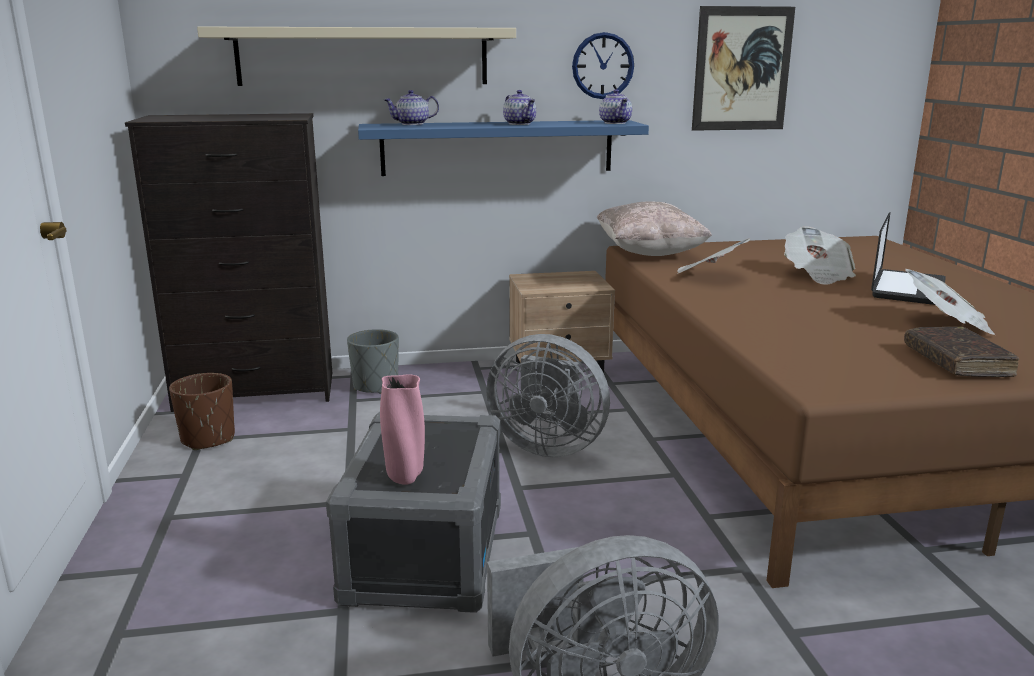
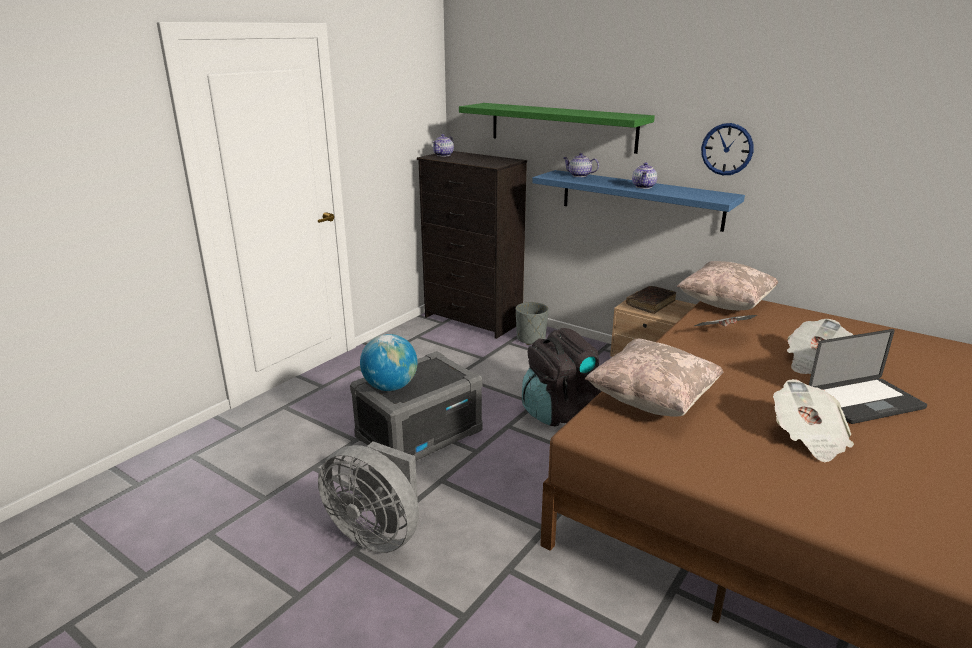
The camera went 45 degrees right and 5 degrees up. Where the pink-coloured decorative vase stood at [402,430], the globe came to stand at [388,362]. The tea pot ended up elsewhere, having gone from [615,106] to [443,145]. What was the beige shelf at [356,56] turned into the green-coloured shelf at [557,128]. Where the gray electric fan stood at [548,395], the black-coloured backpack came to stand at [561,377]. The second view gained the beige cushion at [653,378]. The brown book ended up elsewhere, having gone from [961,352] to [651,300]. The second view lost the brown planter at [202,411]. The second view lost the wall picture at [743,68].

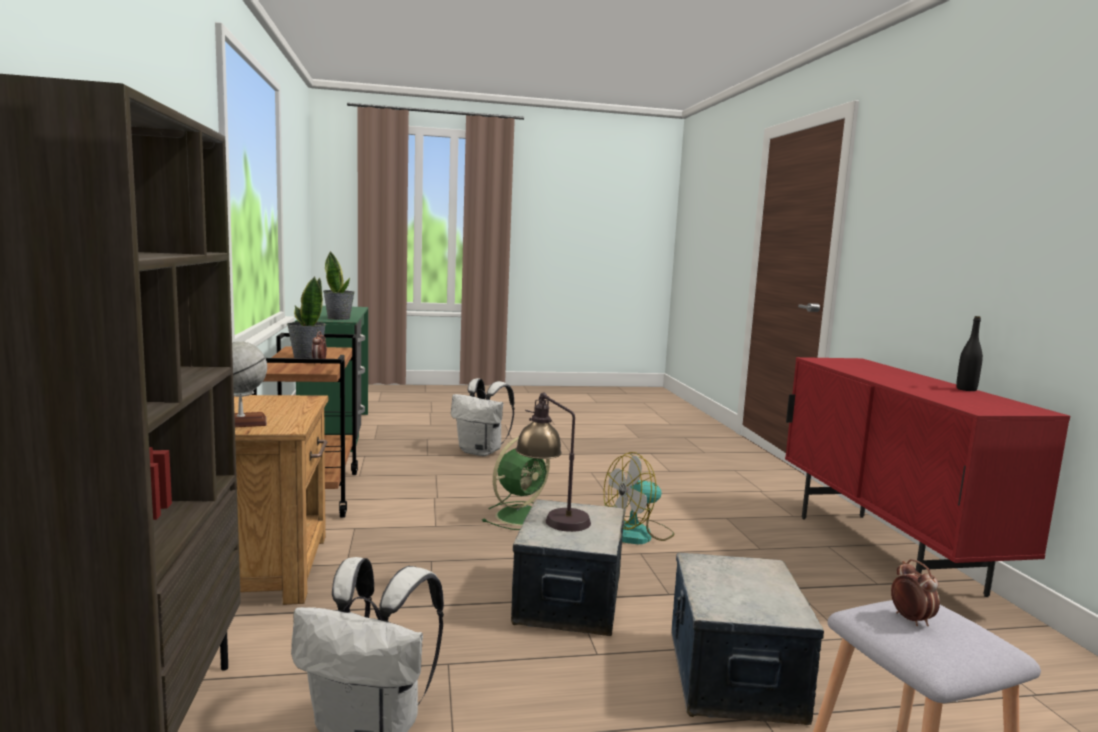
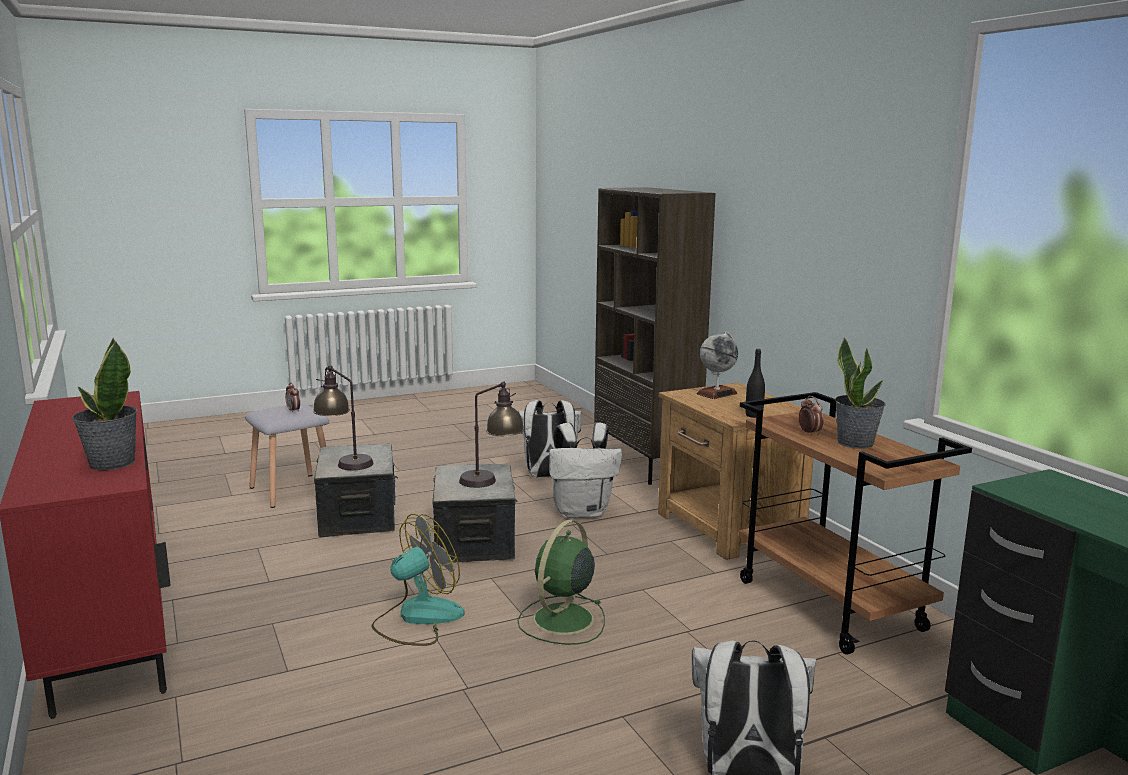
The camera went 165 degrees right and 5 degrees up. The plant in a pot ended up elsewhere, having gone from [339,285] to [104,404]. The second view gained the tabletop lamp at [343,417]. The second view gained the white backpack at [585,470]. The black-coloured bottle ended up elsewhere, having gone from [969,353] to [755,383].

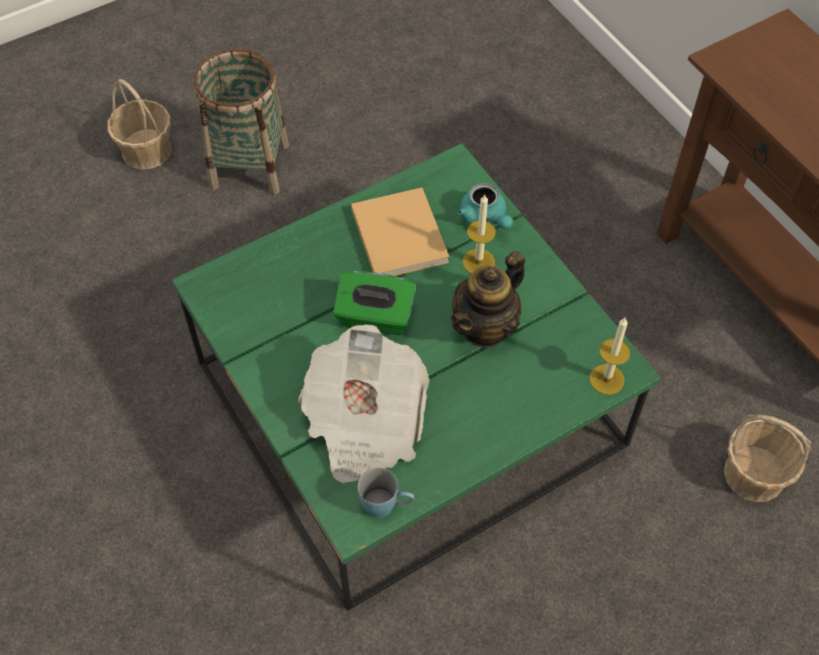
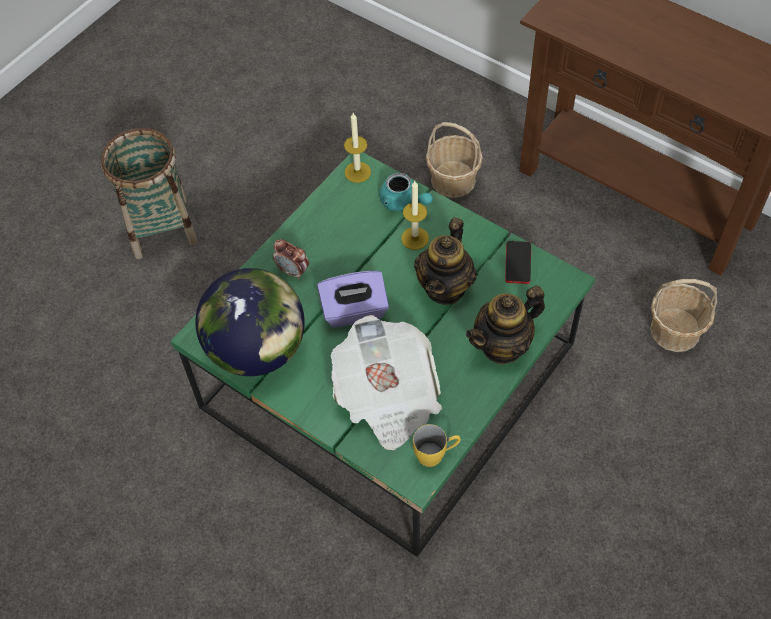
The camera went 20 degrees left and 0 degrees up. The second view gained the globe at [250,322]. The second view gained the bedside clock at [291,259]. What was the green-coloured tissue holder at [374,303] turned into the purplish tissue holder at [353,299]. The wax candle ended up elsewhere, having gone from [610,356] to [357,148]. What was the blue-coloured tea mug at [385,493] turned into the yellow-coloured tea mug at [437,445]. The storage basket ended up elsewhere, having gone from [139,124] to [454,160]. The second view gained the tea pot at [505,325]. The second view gained the telephone at [518,262]. The second view lost the beige book at [400,232].

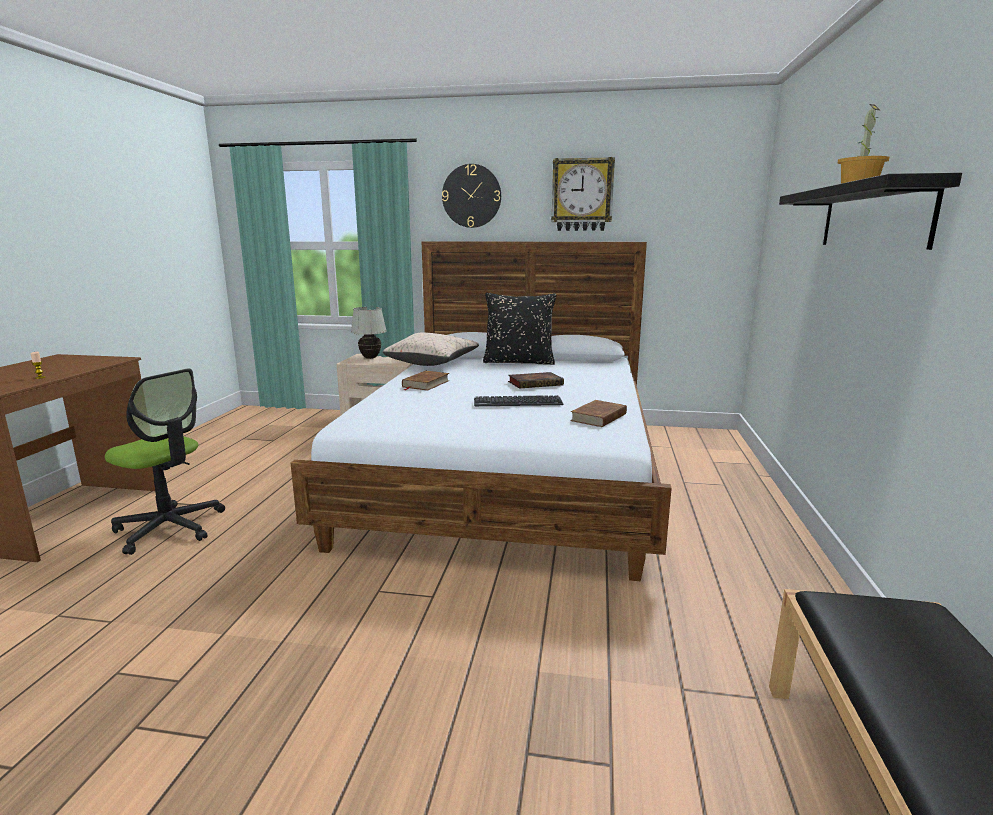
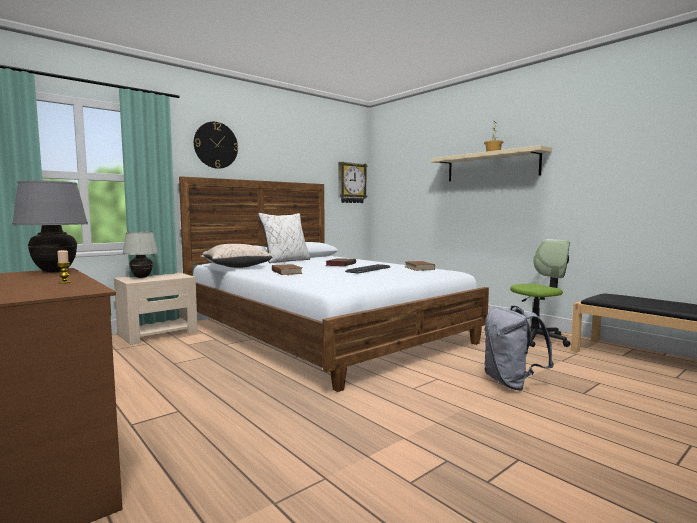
The camera went 50 degrees left and 10 degrees down. The second view gained the gray tabletop lamp at [50,226]. What was the black-coloured cushion at [520,329] turned into the white cushion at [284,238]. The hanging clock ended up elsewhere, having gone from [583,194] to [353,182]. What was the black-coloured shelf at [870,211] turned into the beige shelf at [491,163]. The second view gained the gray backpack at [519,348]. The desk chair ended up elsewhere, having gone from [165,461] to [540,293].

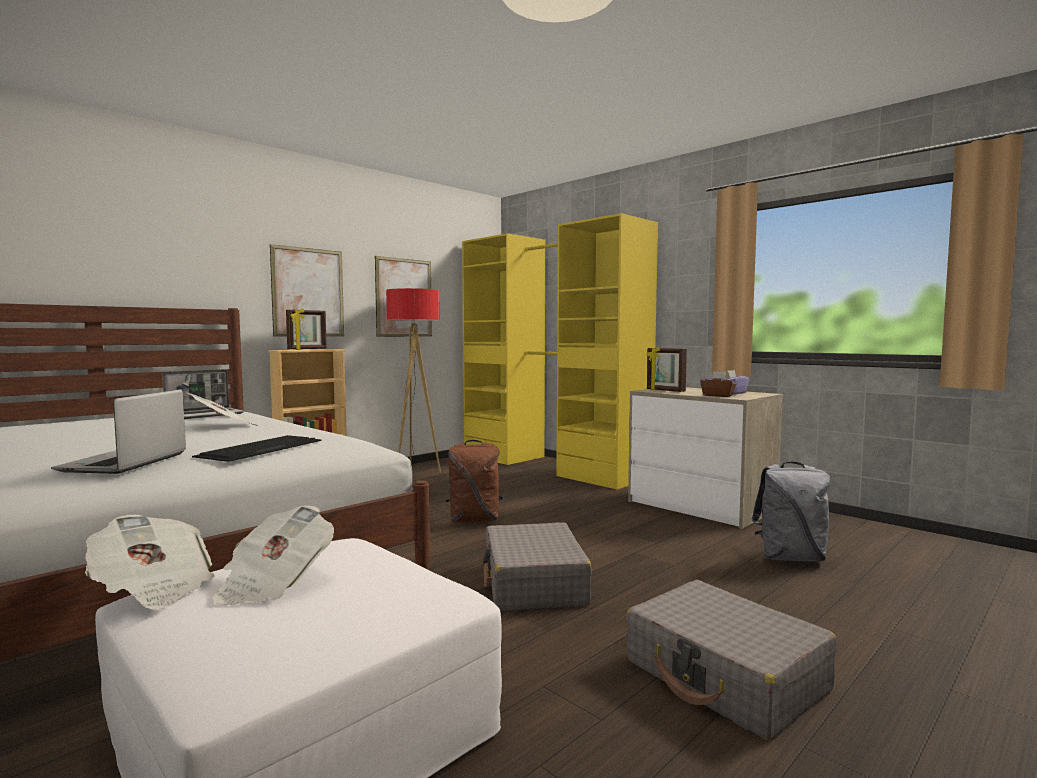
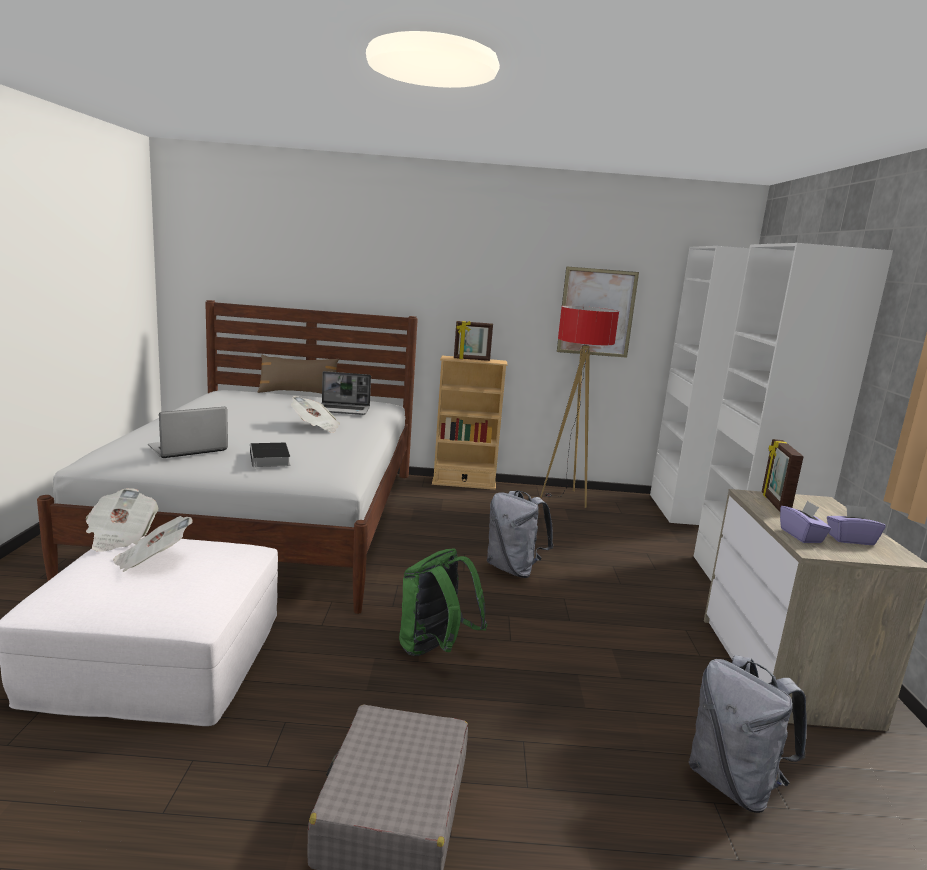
The camera went 45 degrees right and 10 degrees up. Where the keyboard stood at [257,448], the book came to stand at [270,456]. The second view gained the brown cushion at [298,374]. Where the gray suitcase stood at [537,566], the green-coloured backpack came to stand at [443,602]. What was the brown backpack at [474,481] turned into the gray backpack at [520,534]. What was the yellow-coloured armoire at [560,351] turned into the white armoire at [771,411]. What was the brown tissue holder at [718,384] turned into the purplish tissue holder at [806,521]. The second view lost the wall picture at [307,290].

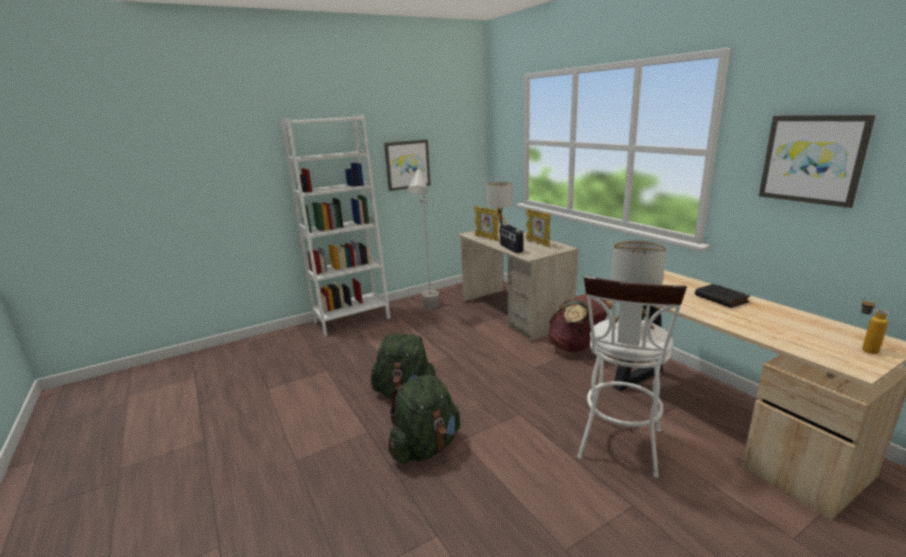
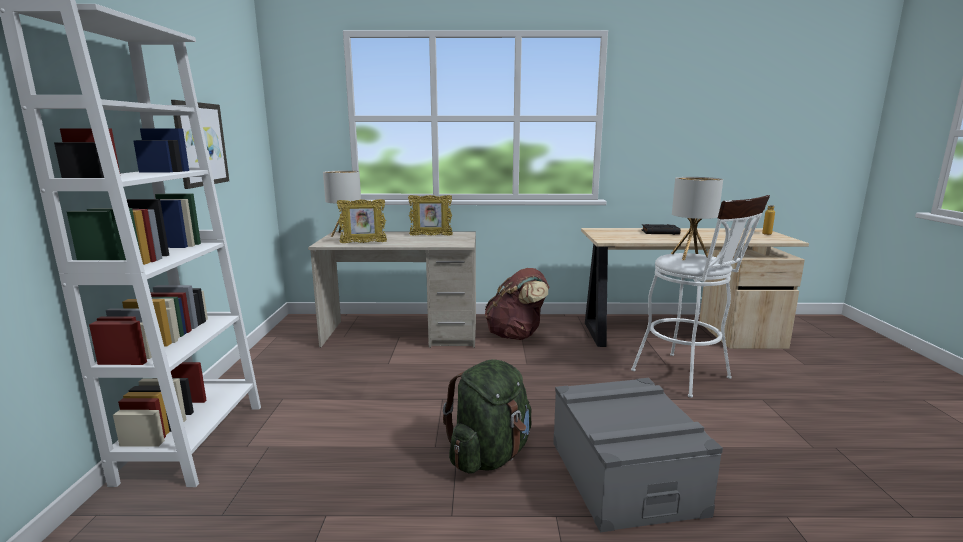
The camera went 60 degrees left and 5 degrees down. Where the green-coloured backpack stood at [424,419], the gray storage container came to stand at [638,455]. The second view lost the gray floor lamp at [423,238]. The second view lost the radio set at [511,238]. The second view lost the wall picture at [817,161].

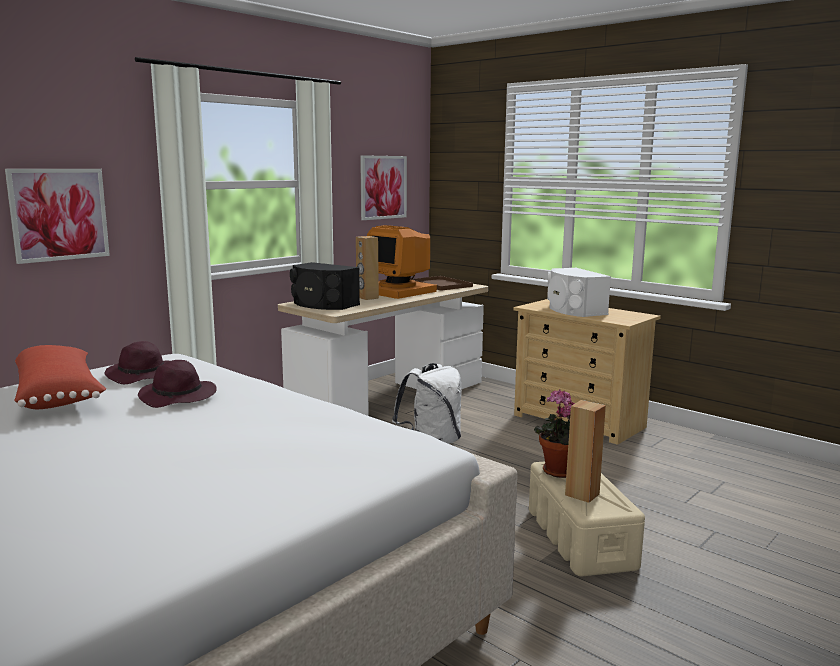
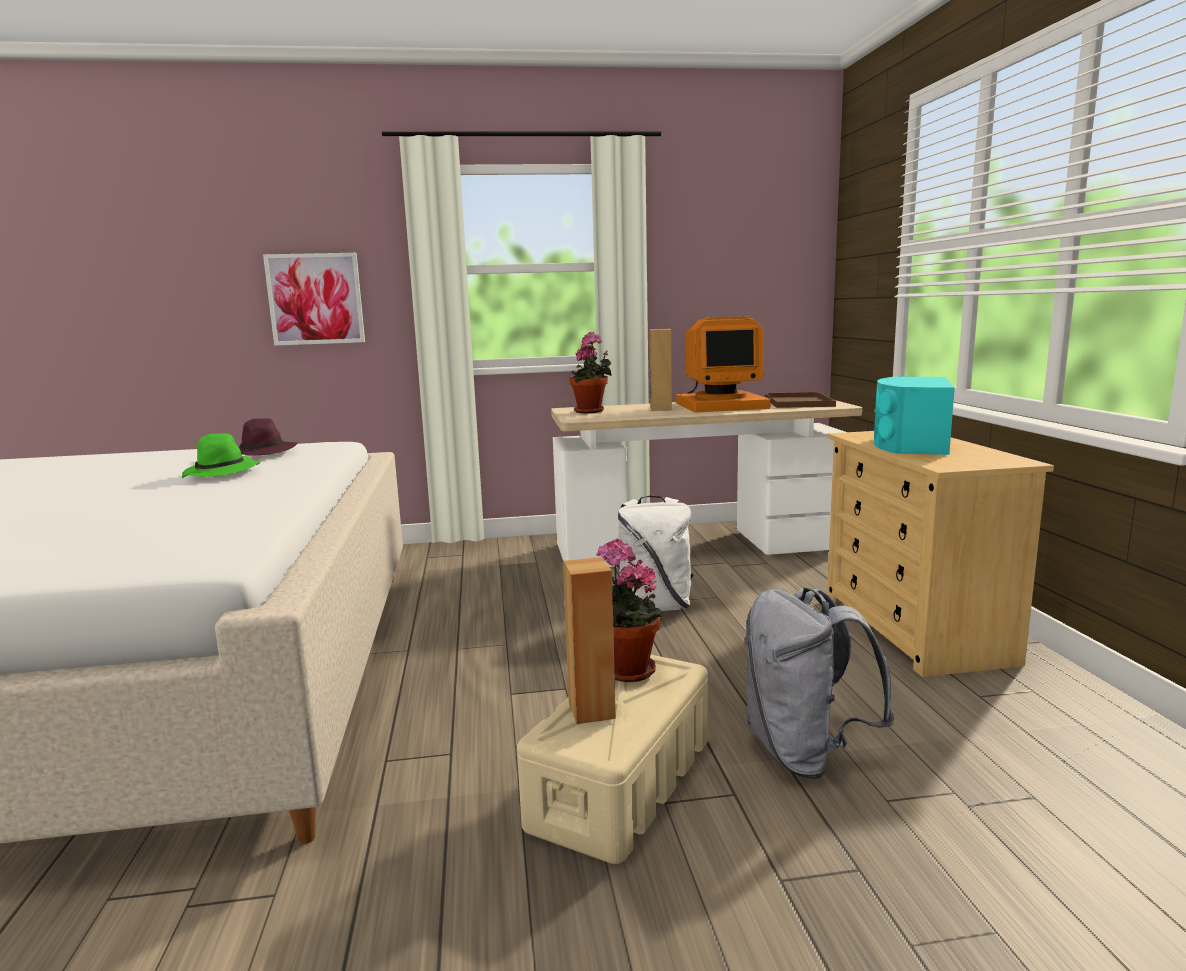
The camera went 40 degrees right and 0 degrees up. What was the purplish hat at [177,384] turned into the green-coloured hat at [221,455]. Where the black-coloured speaker stood at [325,286], the plant in a pot came to stand at [590,372]. The computer screen at [402,262] ended up facing another way, 90 degrees counterclockwise from before. The second view gained the gray backpack at [820,683]. What was the white speaker at [579,292] turned into the blue-green speaker at [914,415]. The second view lost the reddish cushion at [60,377]. The second view lost the wall picture at [383,187].

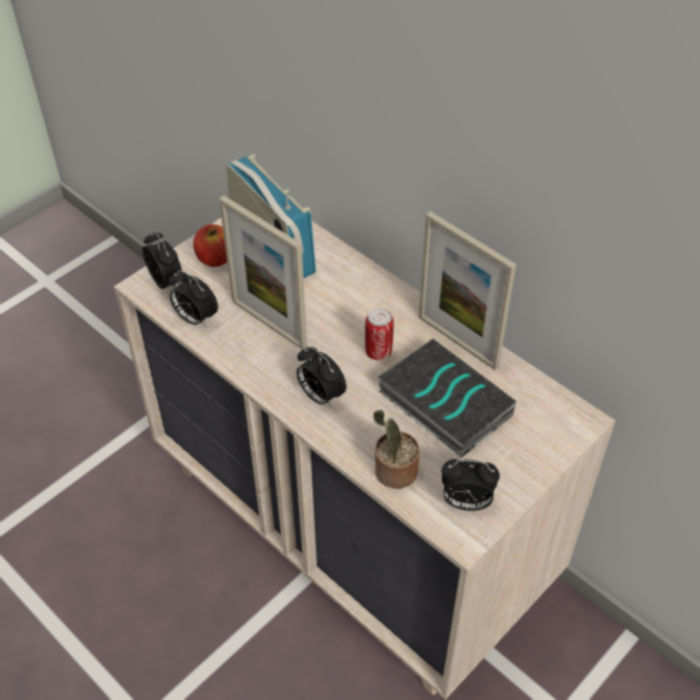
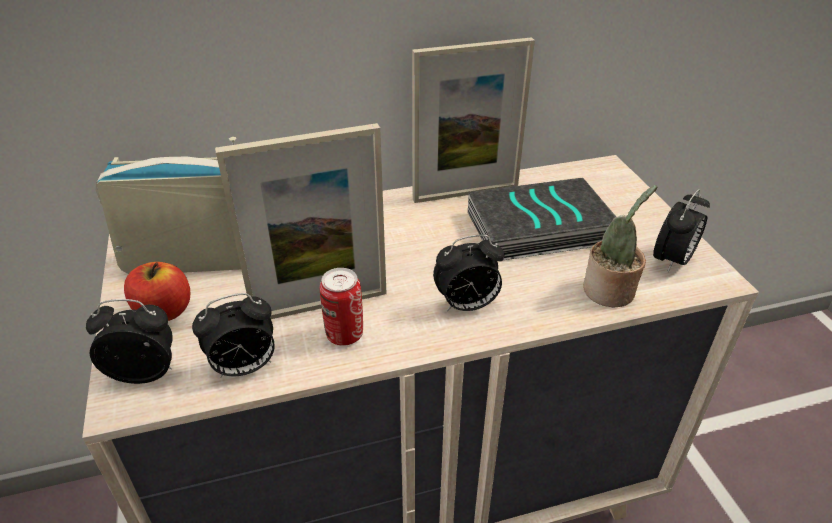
The camera went 60 degrees left and 10 degrees down. The sealed can ended up elsewhere, having gone from [379,334] to [341,307].

